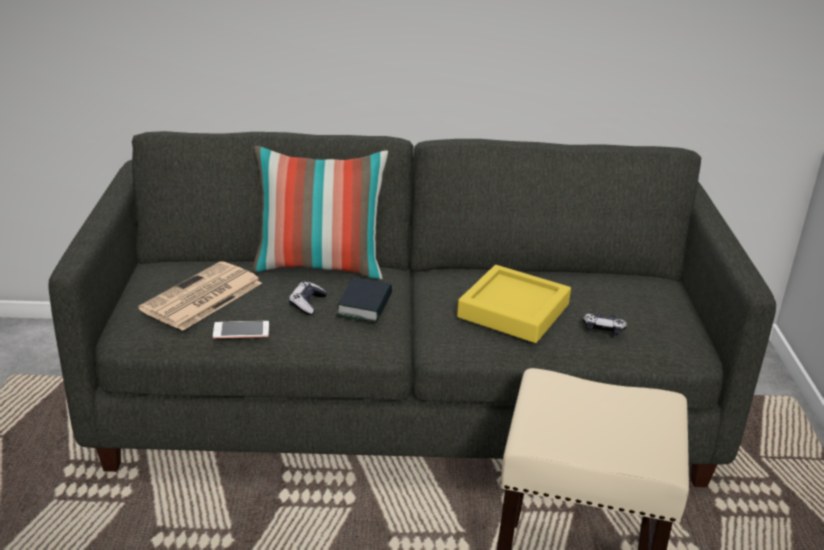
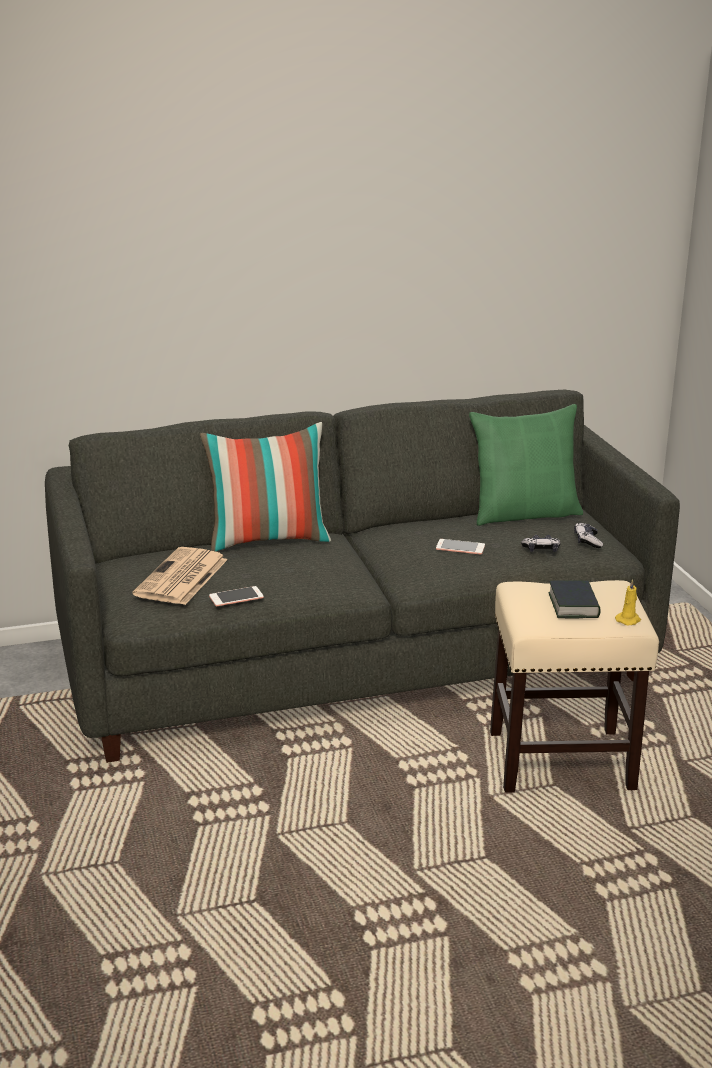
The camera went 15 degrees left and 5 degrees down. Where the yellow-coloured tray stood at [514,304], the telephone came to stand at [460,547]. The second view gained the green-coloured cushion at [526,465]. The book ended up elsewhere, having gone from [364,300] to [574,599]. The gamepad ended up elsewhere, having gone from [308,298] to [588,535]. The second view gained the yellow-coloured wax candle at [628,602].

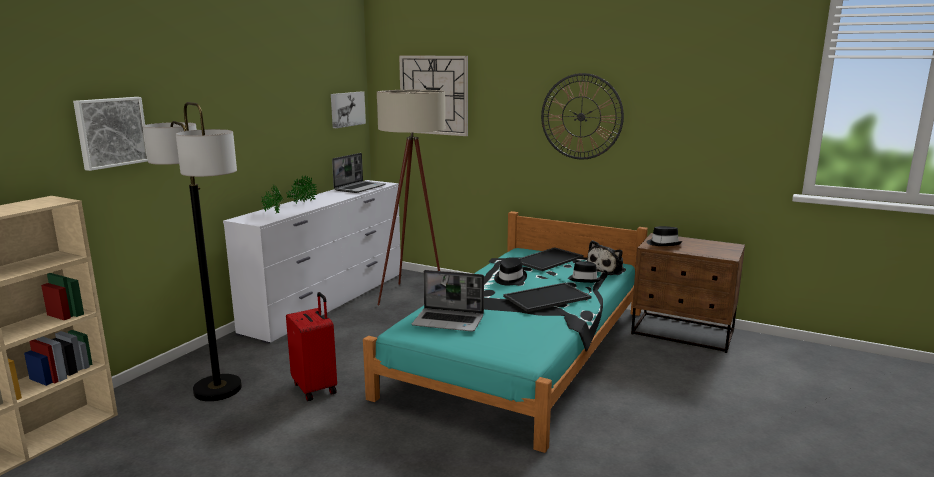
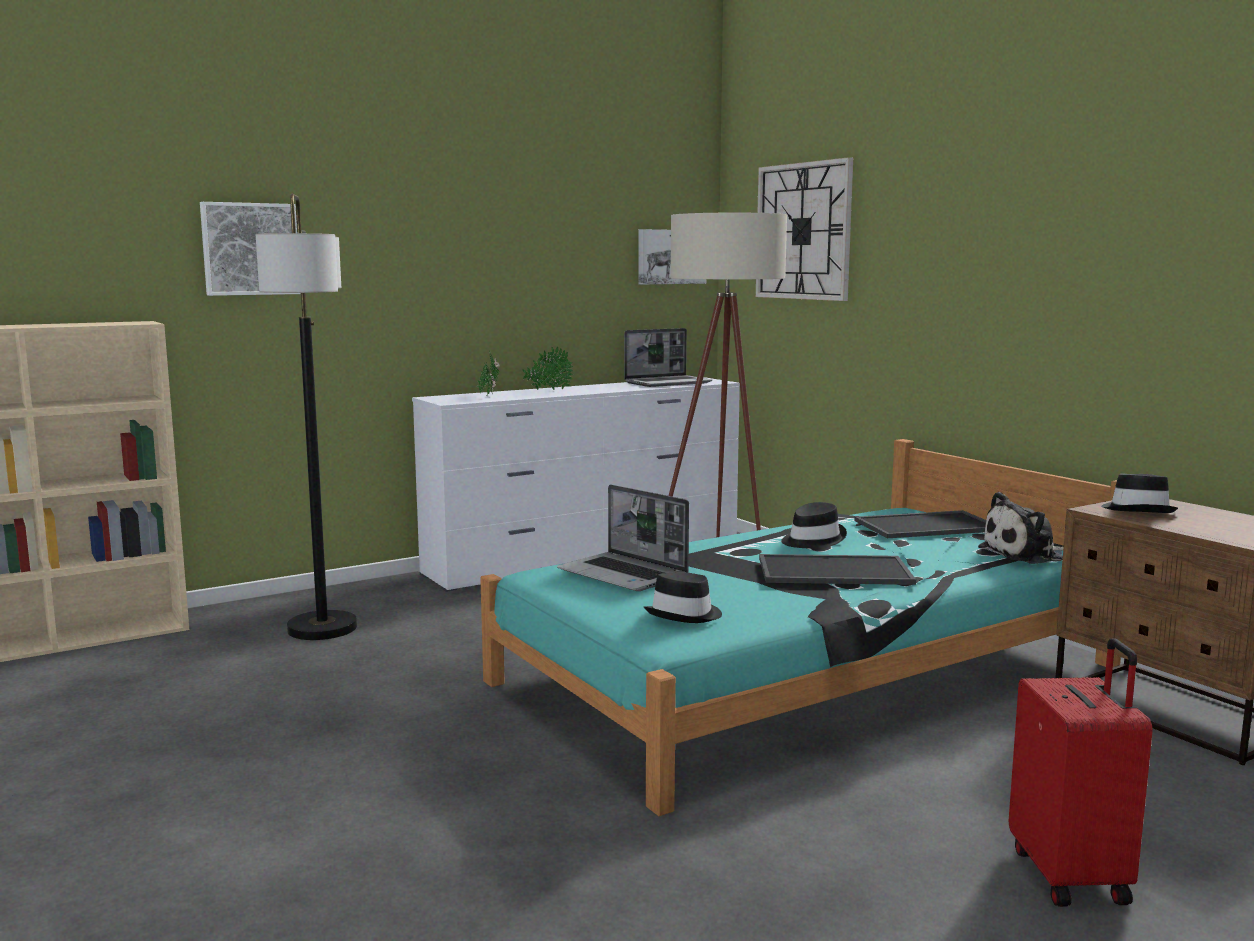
The camera went 30 degrees right and 5 degrees down. The black-coloured hat ended up elsewhere, having gone from [584,272] to [682,597]. The reddish suitcase ended up elsewhere, having gone from [311,346] to [1081,772]. The second view lost the hanging clock at [582,116].

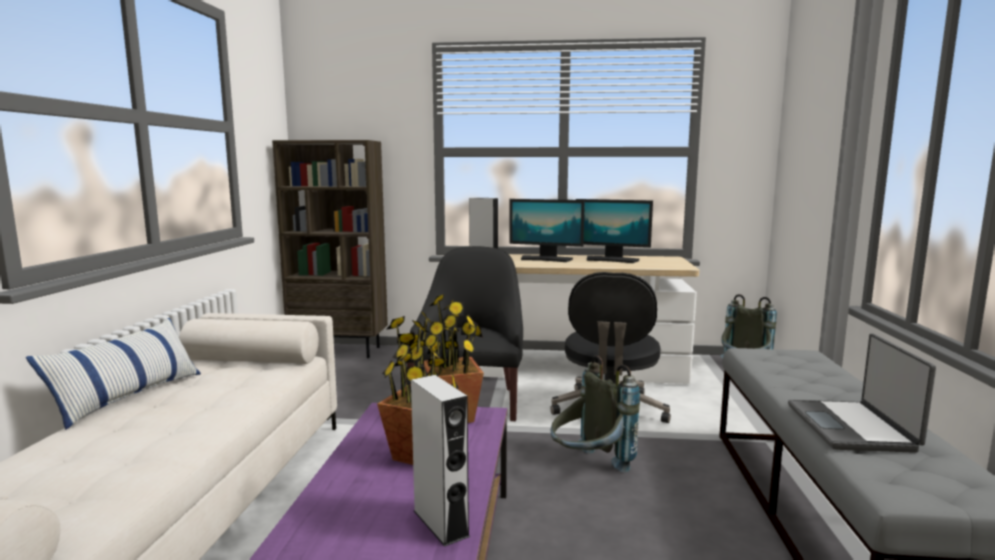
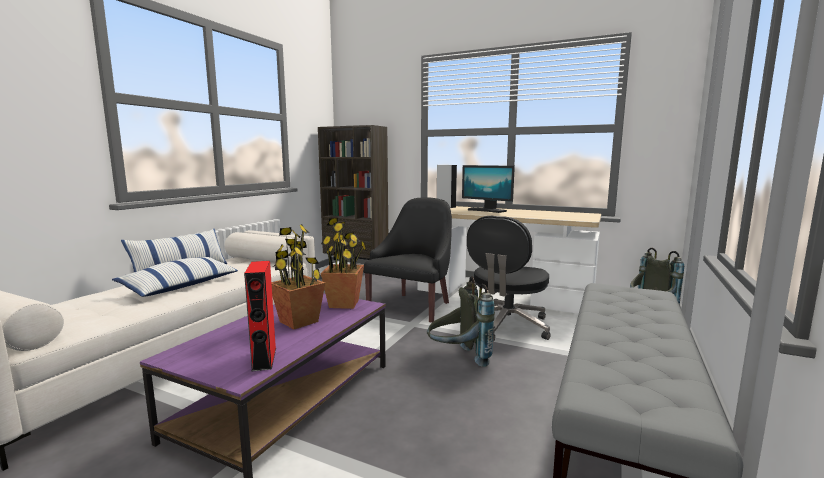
The camera went 20 degrees right and 0 degrees up. The second view gained the cushion at [175,277]. What was the gray speaker at [440,461] turned into the reddish speaker at [260,316]. The second view lost the computer screen at [614,231]. The second view lost the laptop at [862,393].

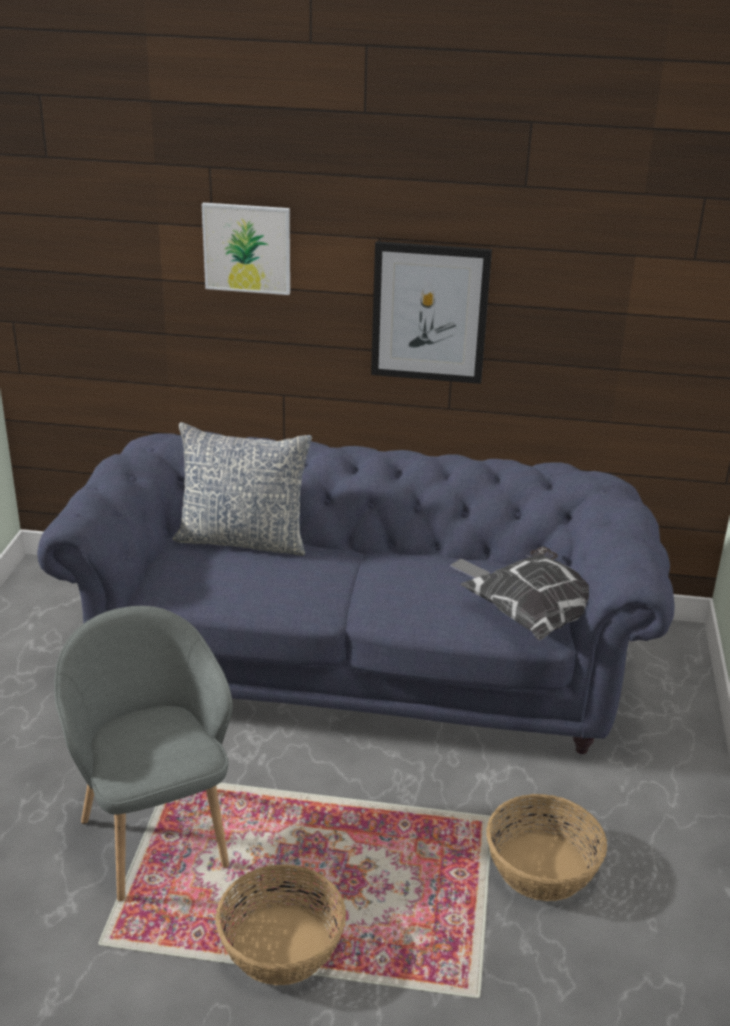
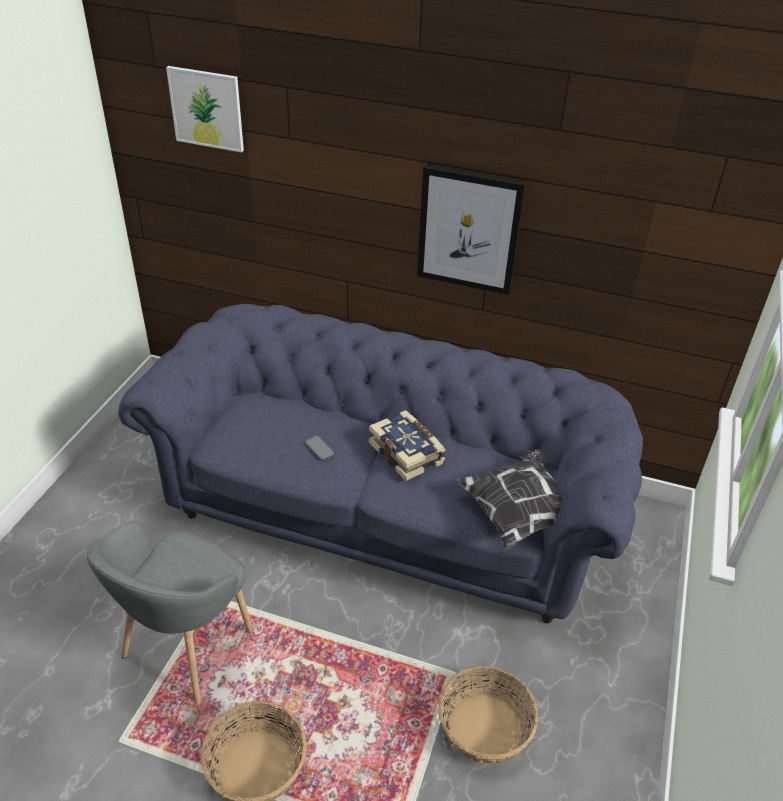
The camera went 10 degrees right and 10 degrees up. The gray lounge chair at [143,753] ended up facing another way, 135 degrees counterclockwise from before. The wall picture ended up elsewhere, having gone from [246,249] to [205,109]. The telephone ended up elsewhere, having gone from [470,569] to [319,448]. The second view gained the book at [407,445]. The second view lost the cushion at [242,489].

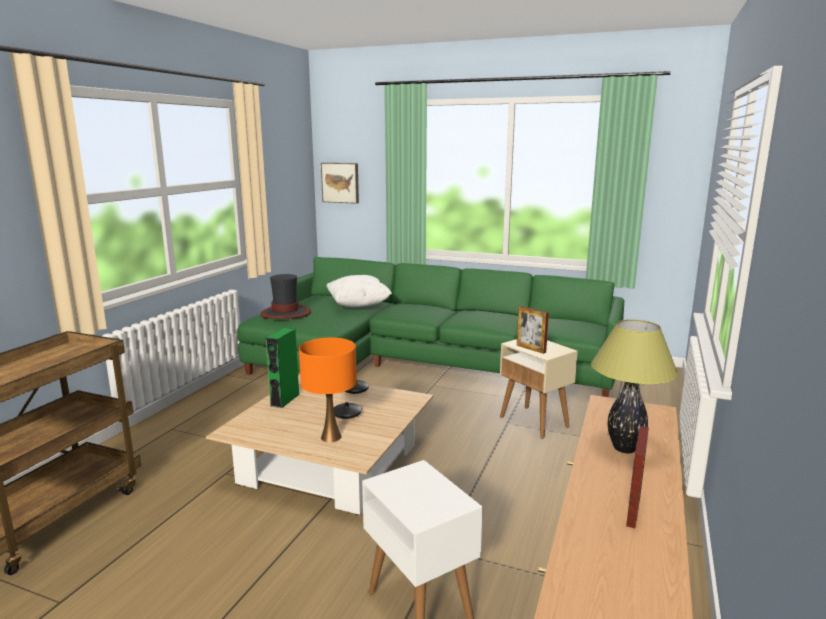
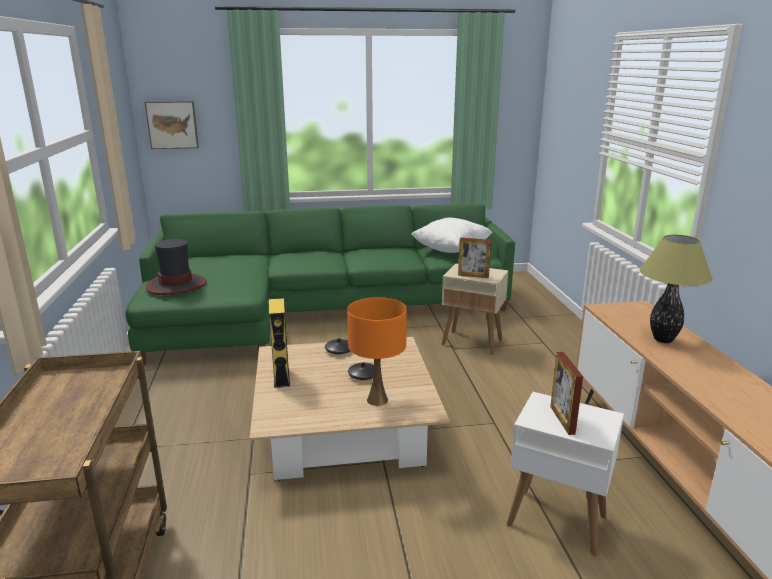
The camera went 30 degrees left and 5 degrees up. What was the green-coloured speaker at [283,368] turned into the yellow-coloured speaker at [279,343]. The white cushion ended up elsewhere, having gone from [359,291] to [452,235]. The picture frame ended up elsewhere, having gone from [637,477] to [566,393].

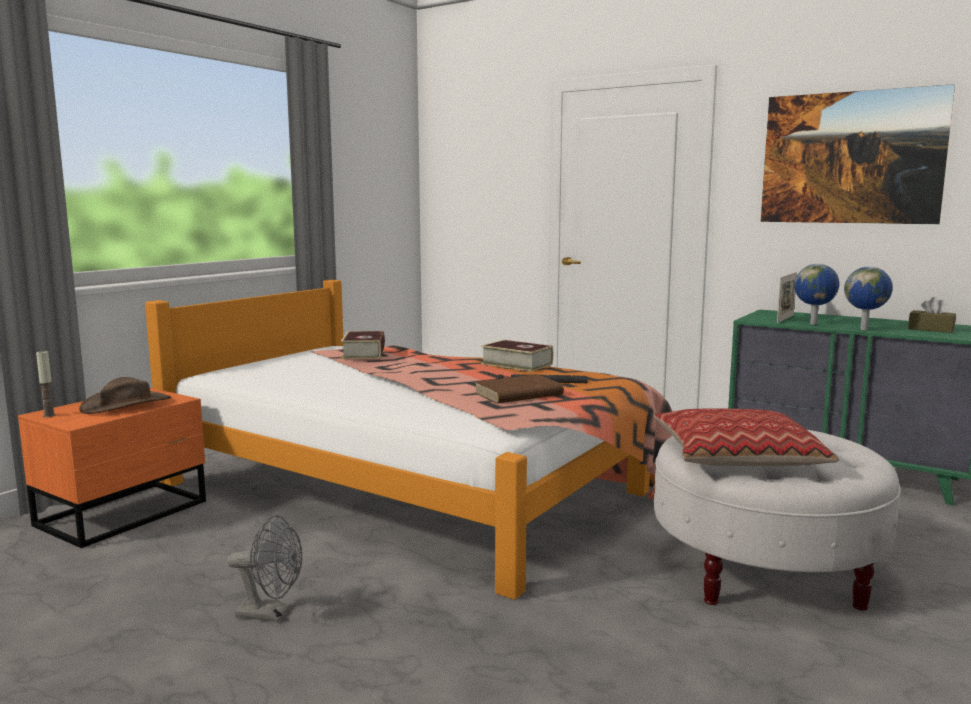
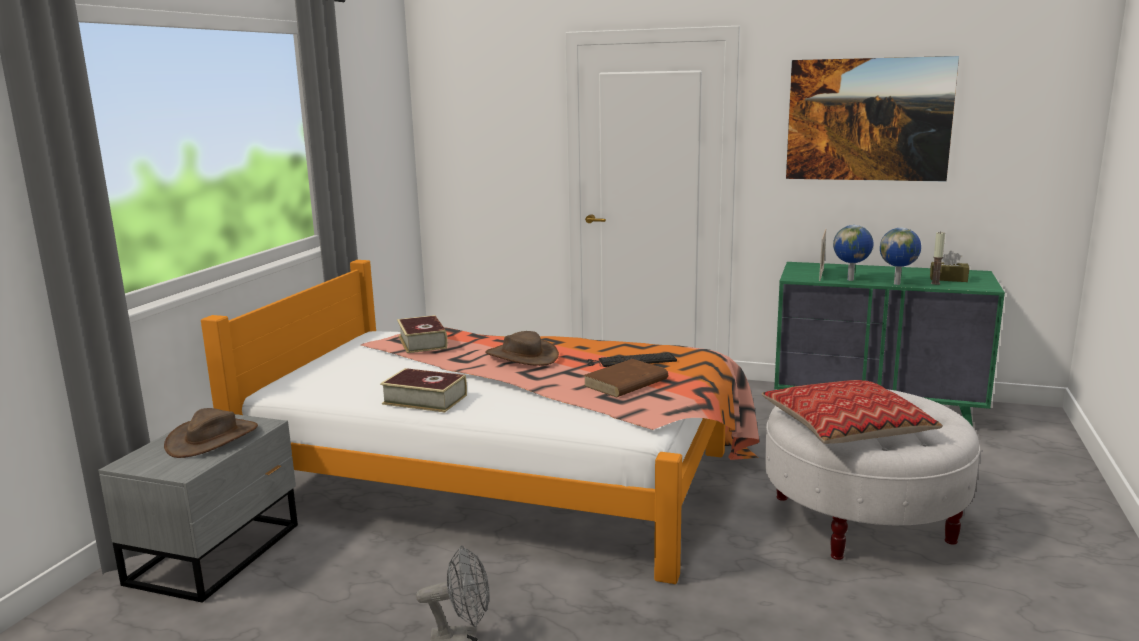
The camera went 15 degrees left and 5 degrees up. What was the orange-coloured nightstand at [112,468] turned into the gray nightstand at [198,508]. The book ended up elsewhere, having gone from [517,356] to [423,390]. The second view gained the brown hat at [522,348]. The wax candle ended up elsewhere, having gone from [46,383] to [938,258].

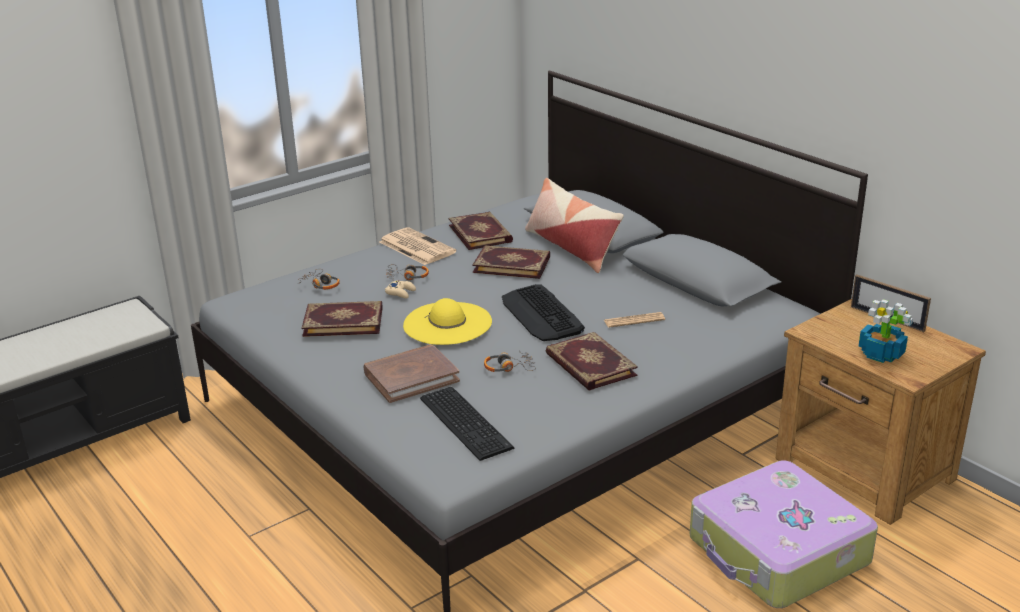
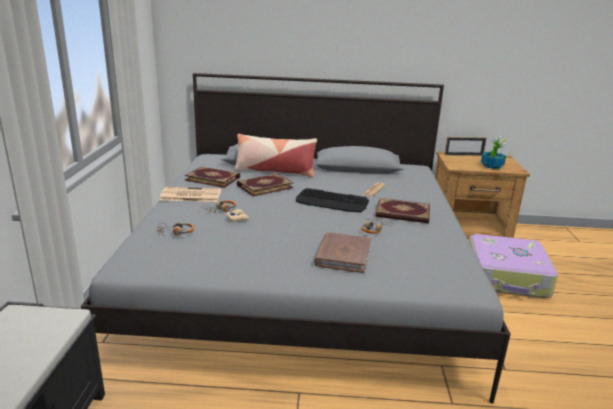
The camera went 50 degrees left and 5 degrees down. The second view lost the book at [342,319]. The second view lost the yellow-coloured hat at [447,321]. The second view lost the keyboard at [467,424].

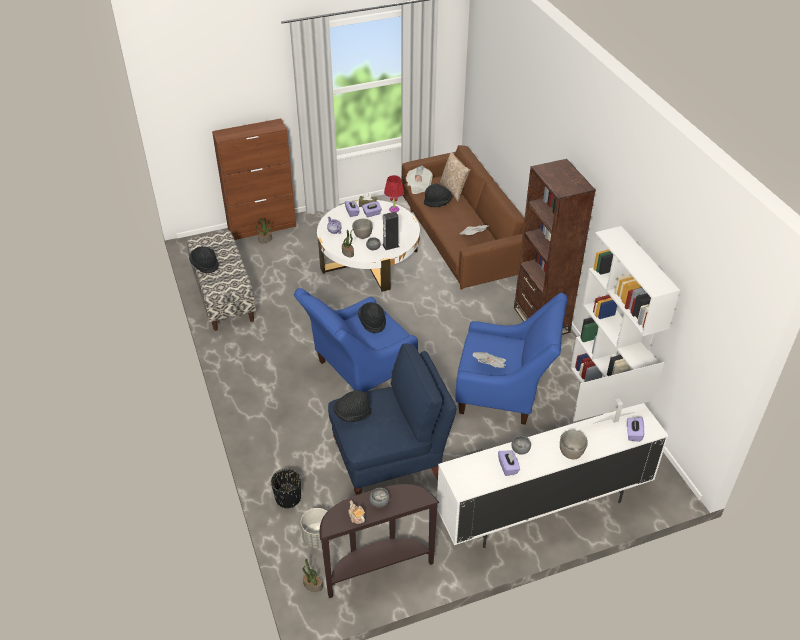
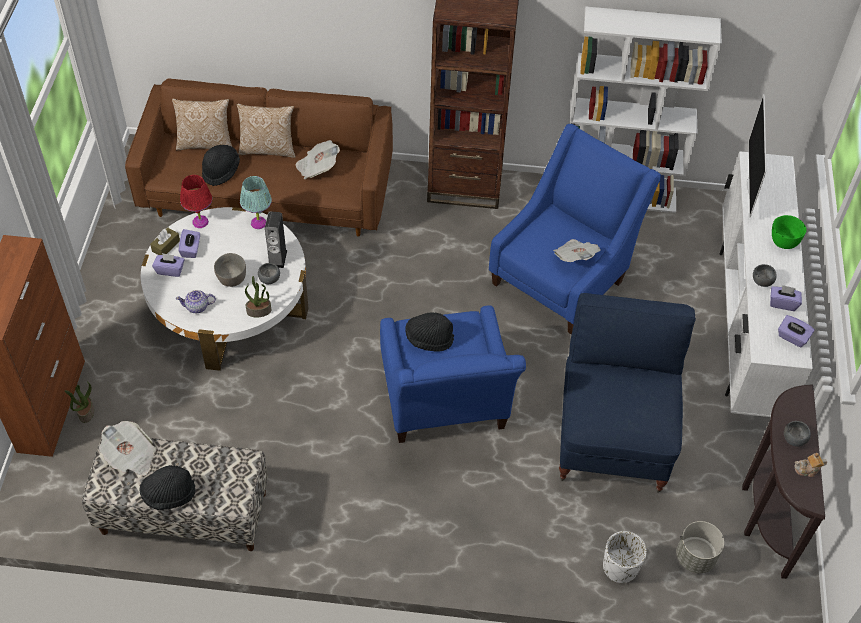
The camera went 65 degrees left and 10 degrees up. The daily paper ended up elsewhere, having gone from [419,180] to [128,448]. The second view gained the cushion at [266,131]. The second view gained the blue-green tabletop lamp at [256,202]. What was the black-coloured planter at [286,489] turned into the white planter at [625,557]. What was the gray bowl at [574,445] turned into the green-coloured bowl at [789,232]. The purplish tissue holder ended up elsewhere, having gone from [635,429] to [796,331]. The second view lost the plant in a pot at [313,575]. The second view lost the black-coloured hat at [352,406].

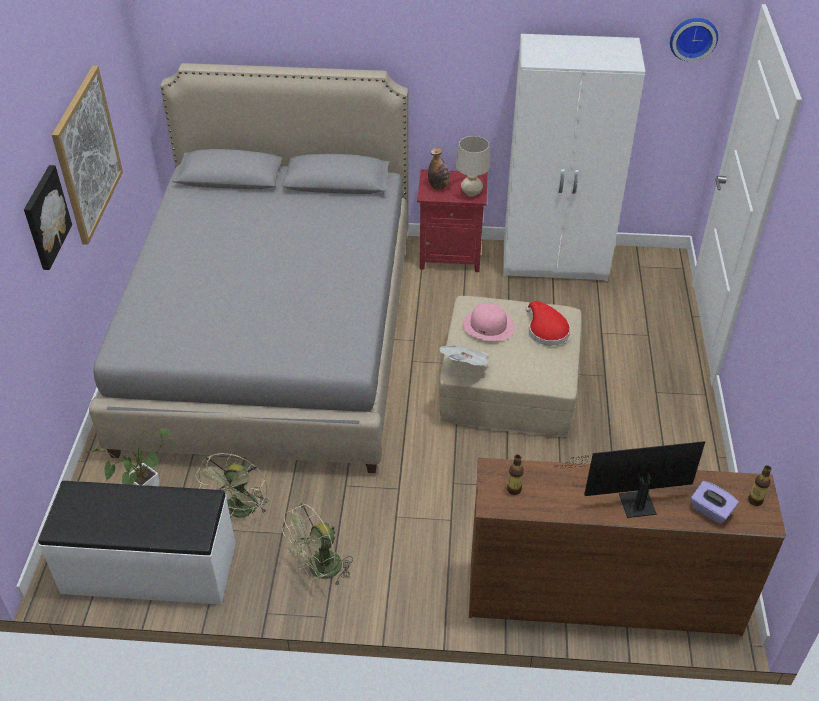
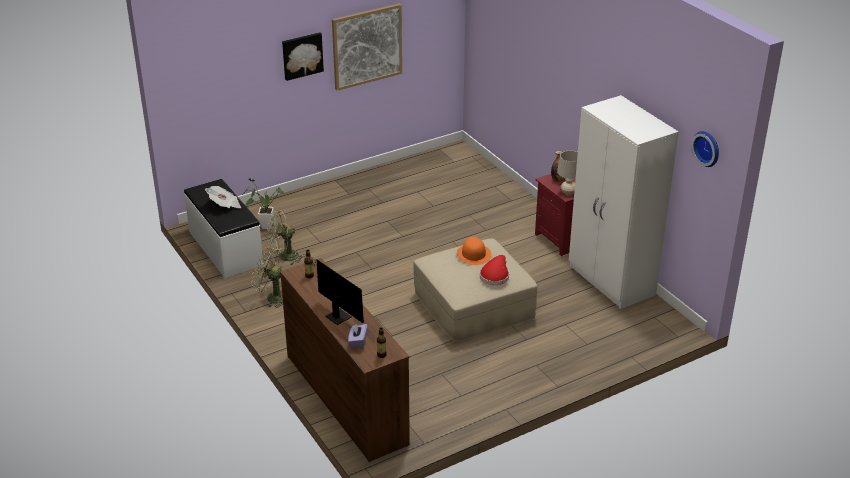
The camera went 55 degrees right and 10 degrees down. The daily paper ended up elsewhere, having gone from [464,355] to [223,197]. What was the pink-coloured hat at [489,322] turned into the orange-coloured hat at [474,251]. The second view lost the gray sleeping bed at [248,268].

